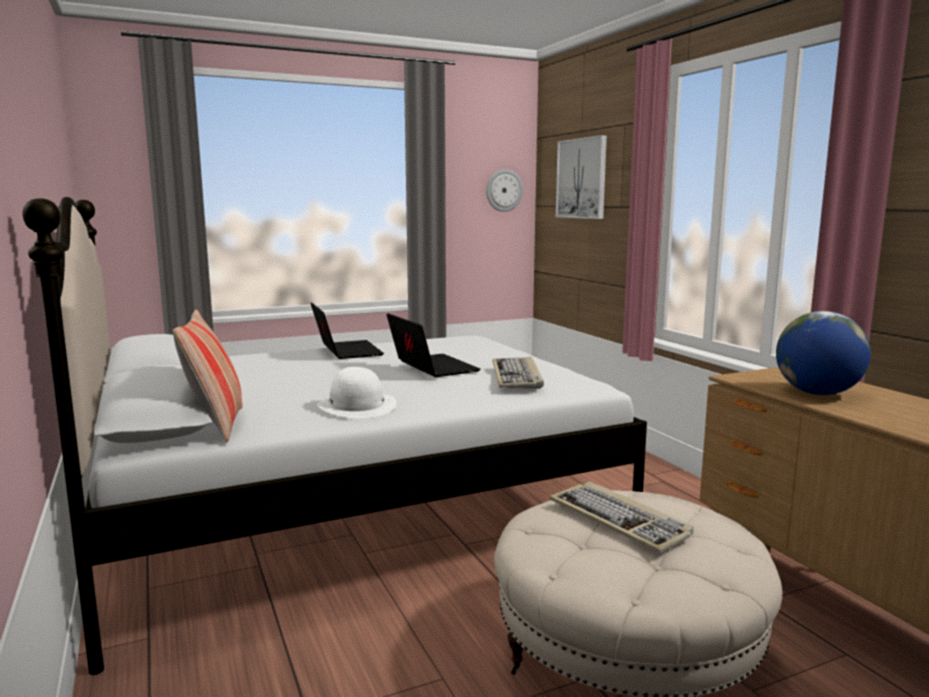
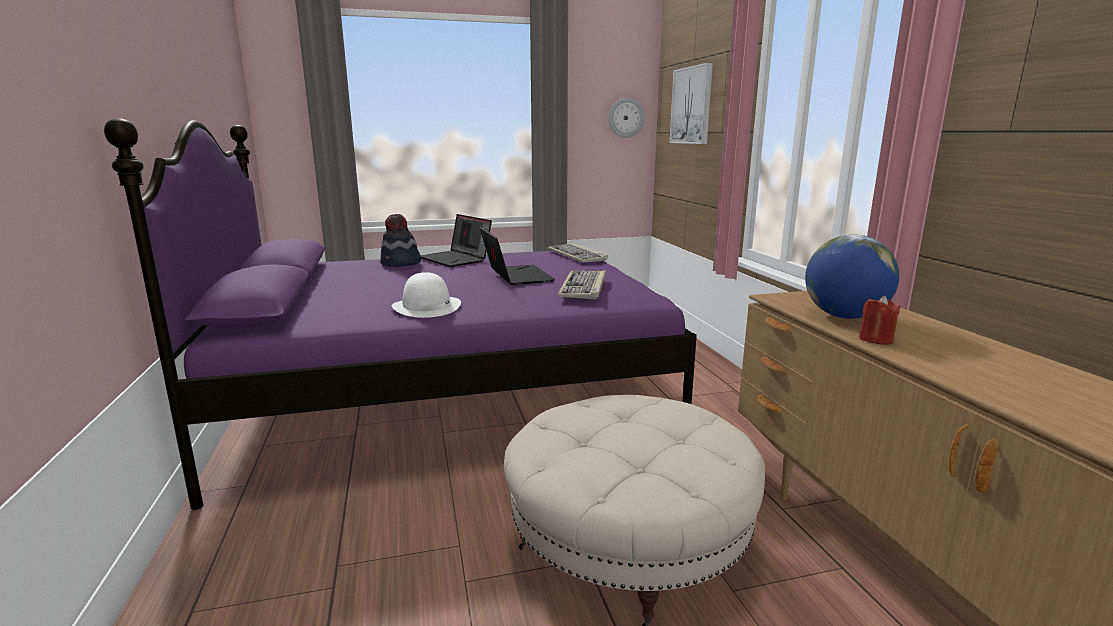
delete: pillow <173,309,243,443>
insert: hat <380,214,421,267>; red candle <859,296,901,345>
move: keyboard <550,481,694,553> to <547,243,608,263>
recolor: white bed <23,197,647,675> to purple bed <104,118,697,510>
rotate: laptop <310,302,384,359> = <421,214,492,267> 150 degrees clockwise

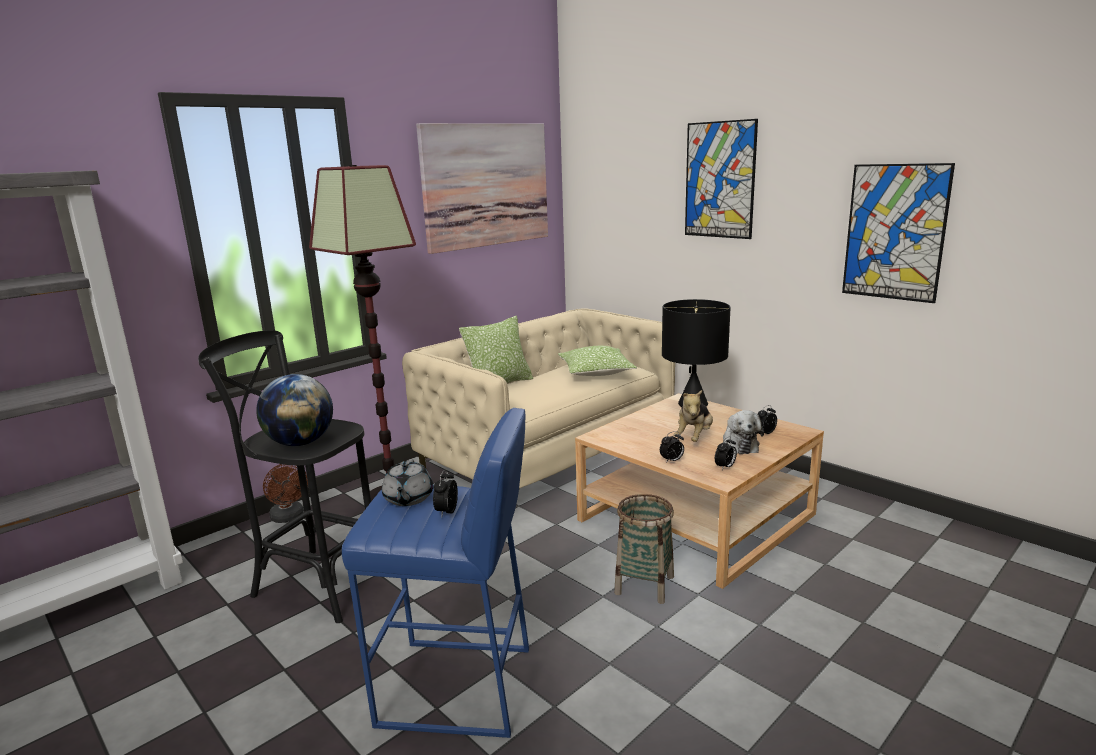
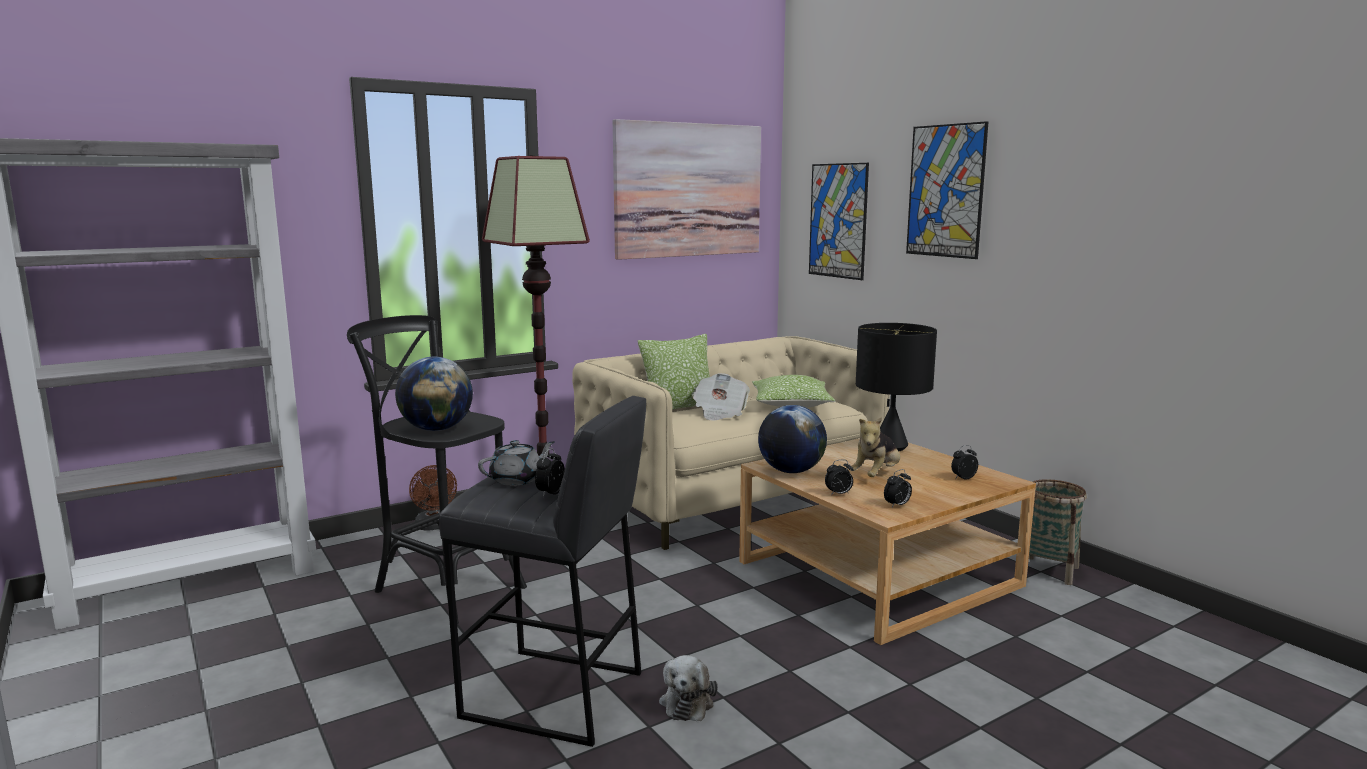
insert: newspaper <692,373,750,421>; globe <758,405,827,473>
move: plush toy <723,410,764,454> to <659,655,718,721>; picture <842,163,955,303> to <809,163,869,280>; basket <614,494,674,604> to <1029,479,1087,585>
recolor: blue stool <342,408,529,738> to grey stool <439,396,646,747>
rotate: grey teapot <382,459,433,506> = <478,440,555,486> 135 degrees counterclockwise

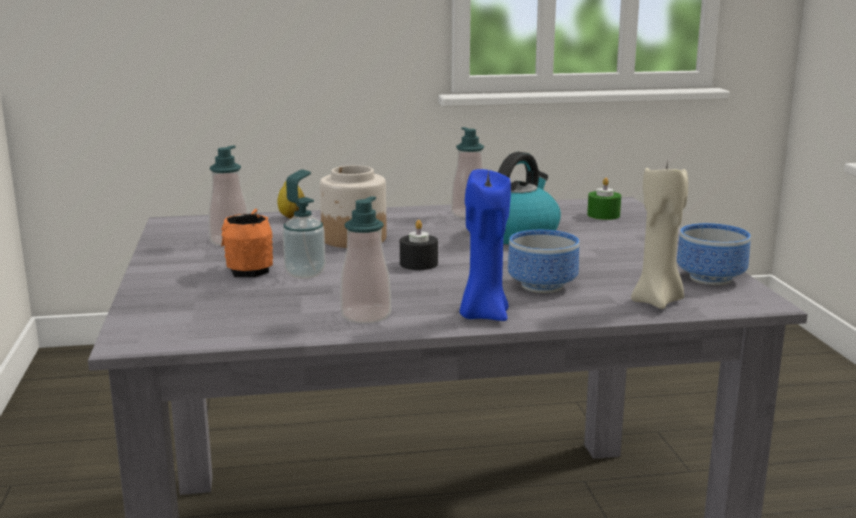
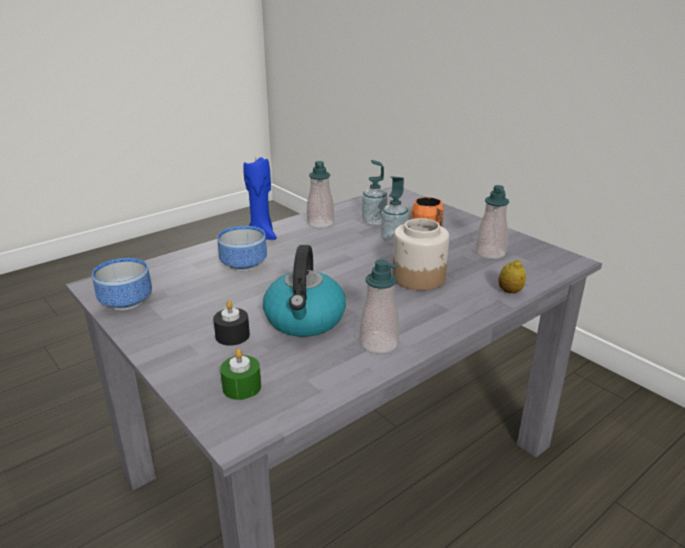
delete: beige candle <631,165,688,309>
insert: soap dispenser <362,160,388,226>
move: black candle <400,220,438,270> to <213,301,250,346>

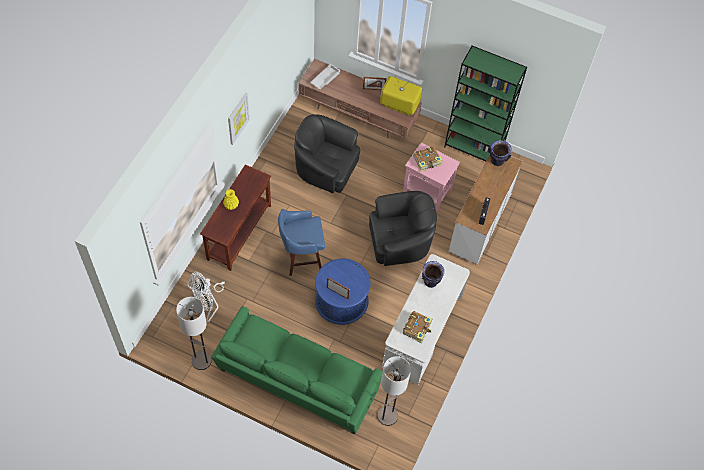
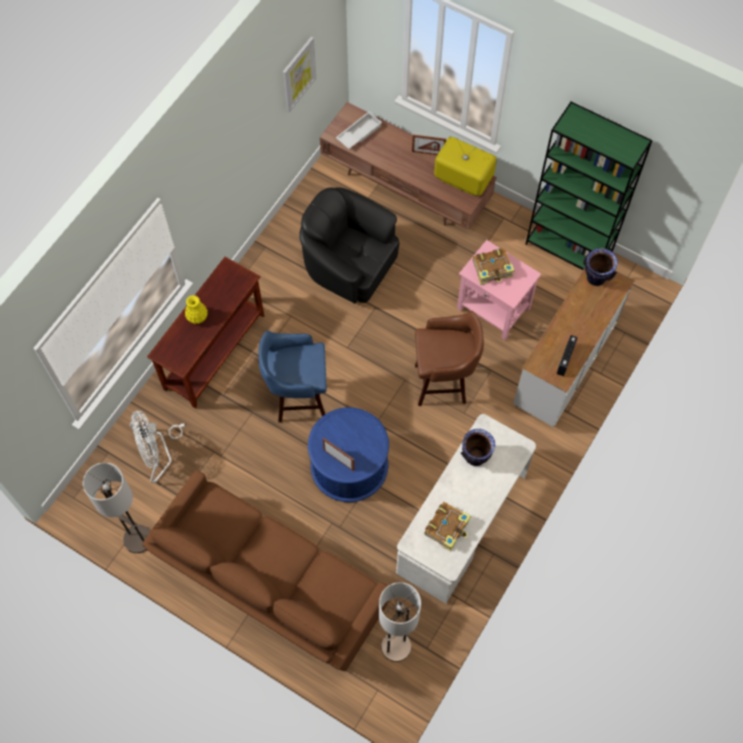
move: picture <228,93,250,145> to <283,37,316,112>
replace: black armchair <369,191,437,266> to brown stool <415,311,484,406>
recolor: green sofa <211,306,383,434> to brown sofa <142,470,389,671>

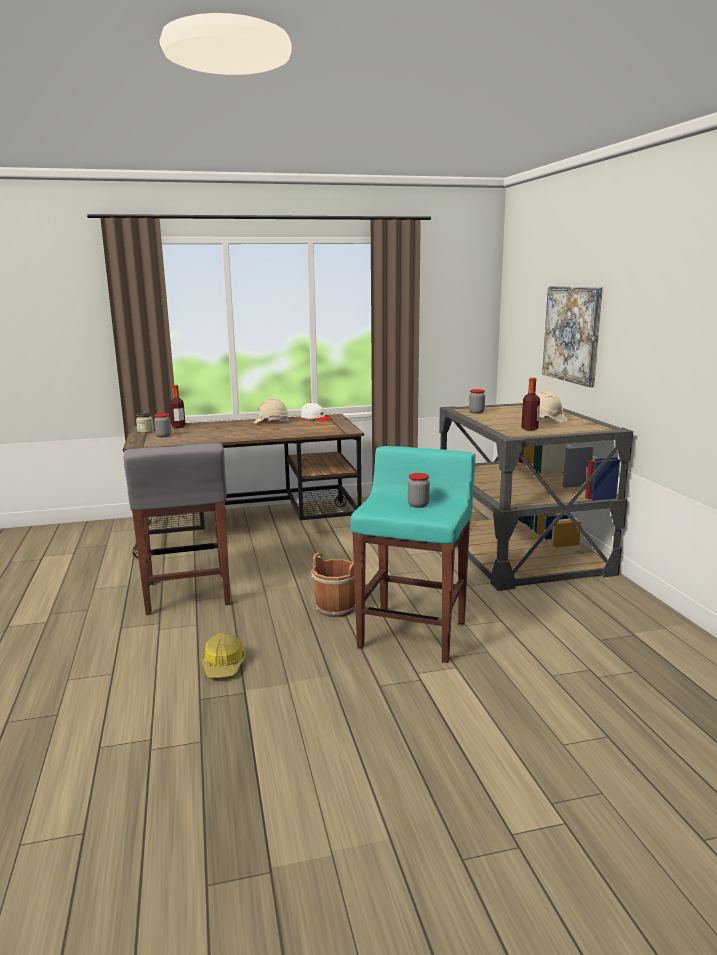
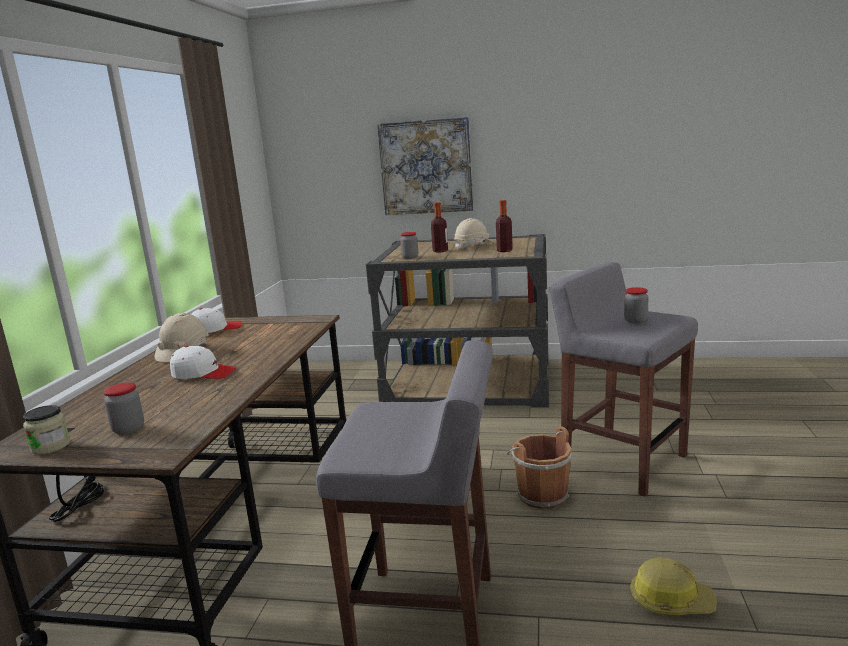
insert: white cap <170,346,236,379>
move: bottle <170,385,186,428> to <431,202,448,252>
recolor: turquoise stool <351,446,476,663> to grey stool <549,262,698,496>

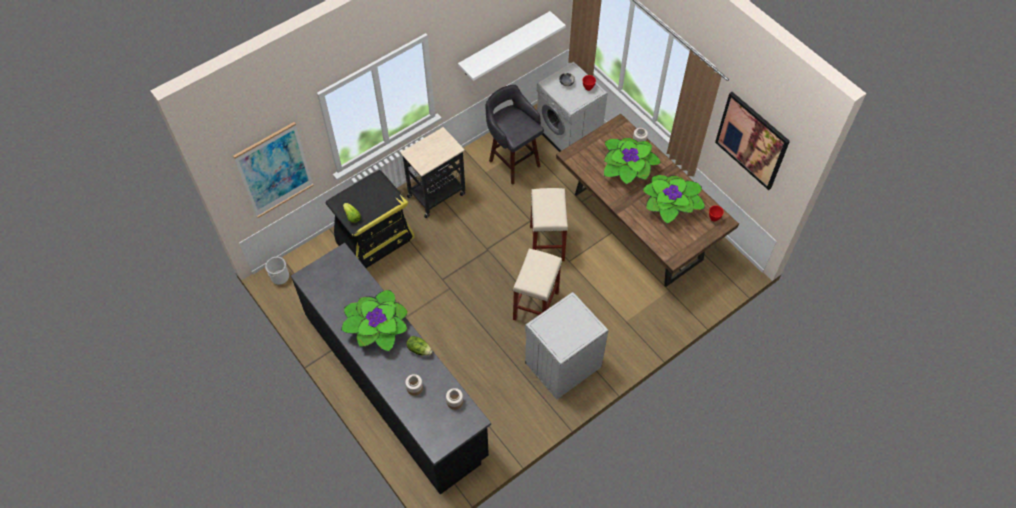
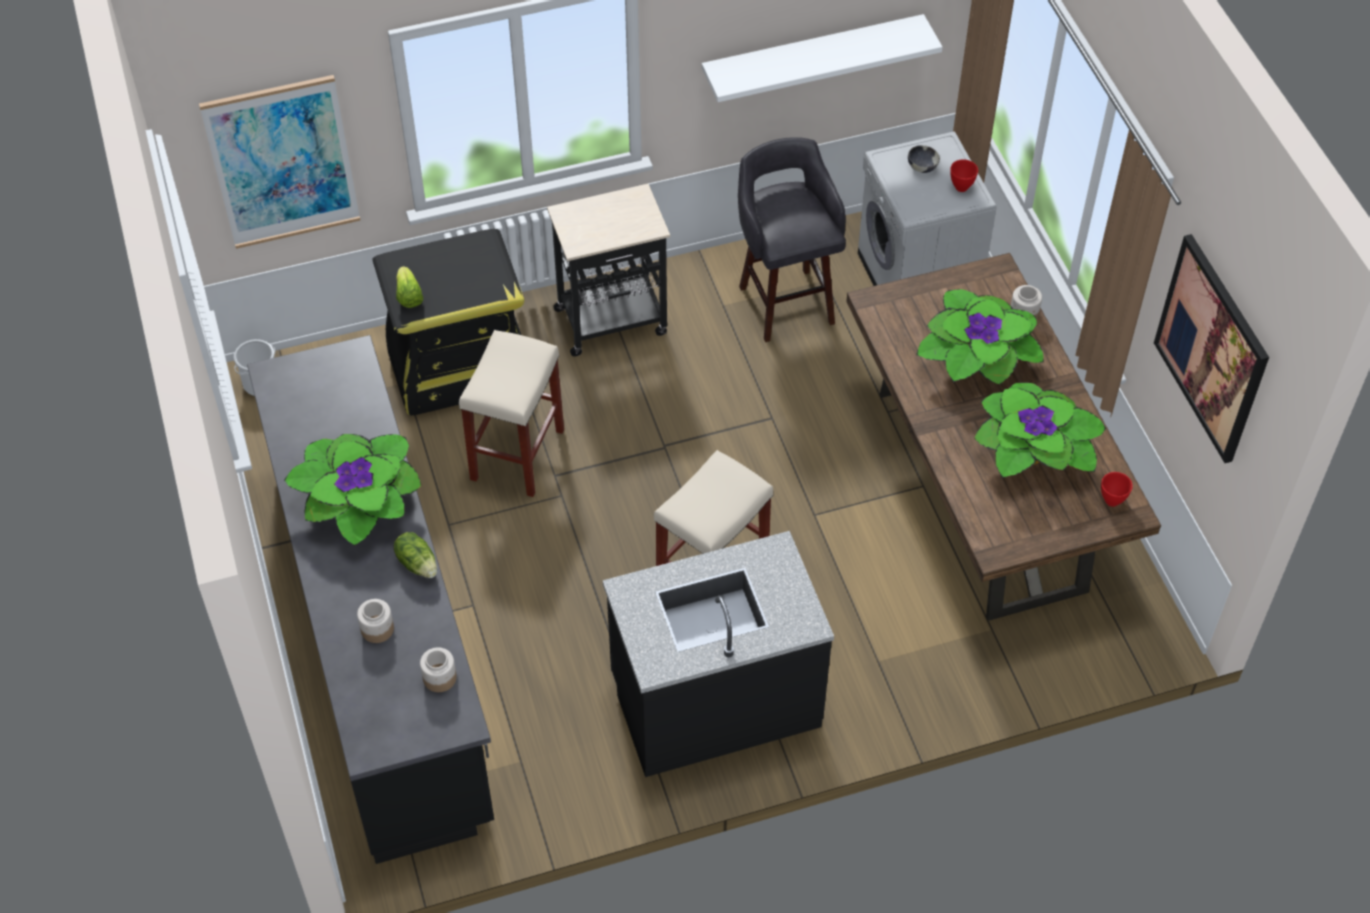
move: beige stool <530,188,568,261> to <459,330,564,497>
replace: white washing machine <525,292,608,399> to black counter <603,531,834,777>

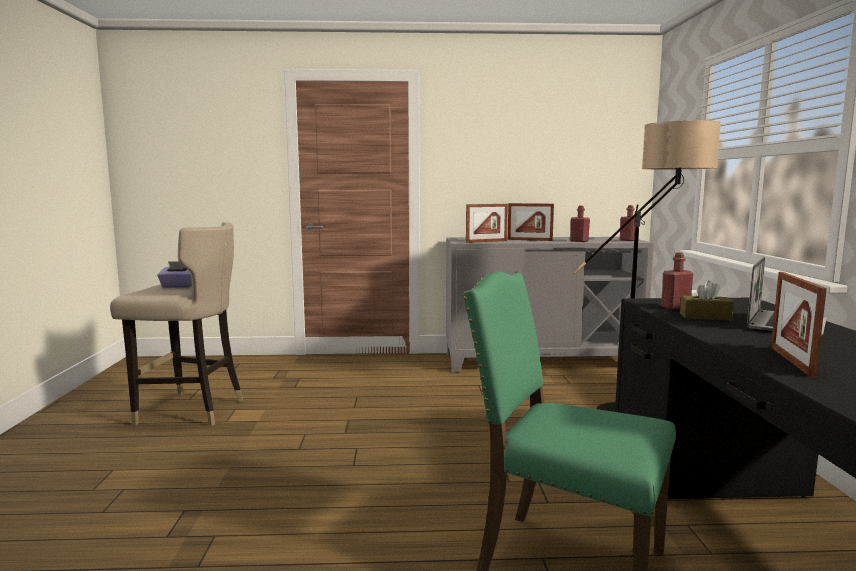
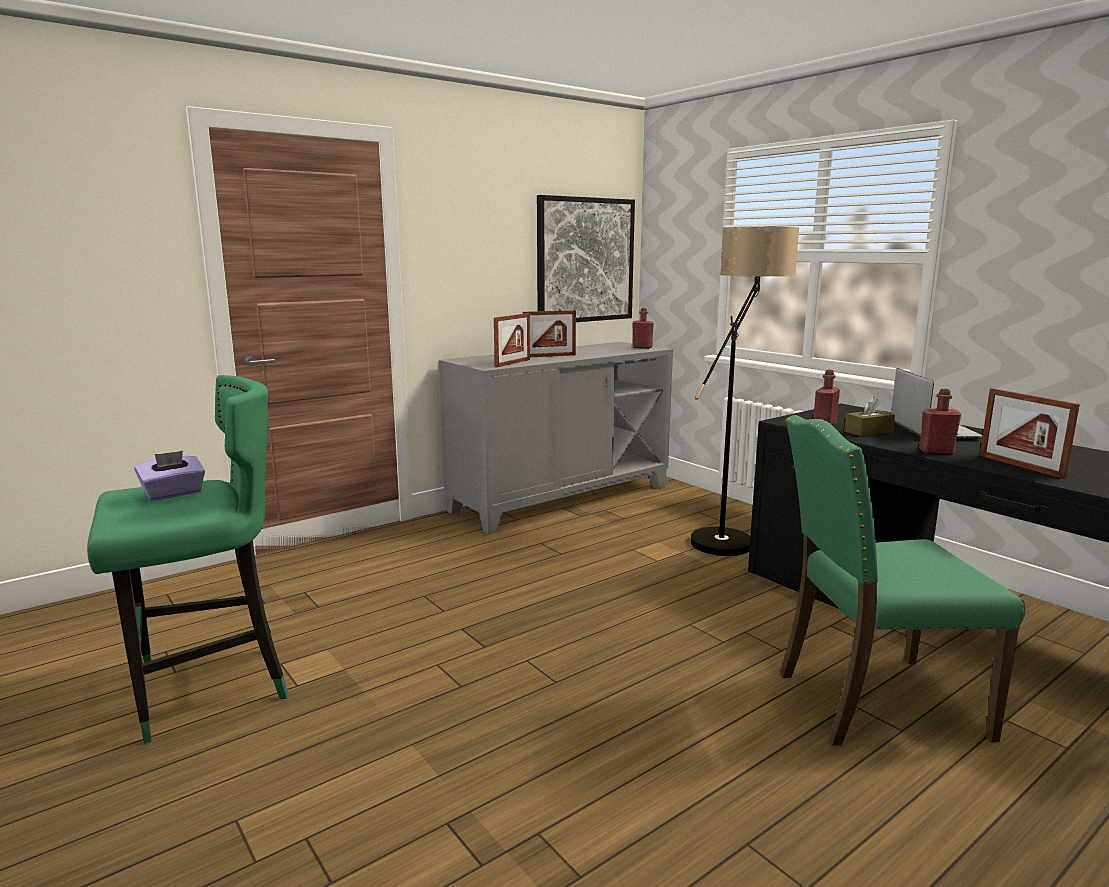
insert: picture <537,195,635,322>
move: red bottle <570,206,590,242> to <919,388,961,455>
recolor: beige stool <110,222,243,426> to green stool <87,375,288,744>

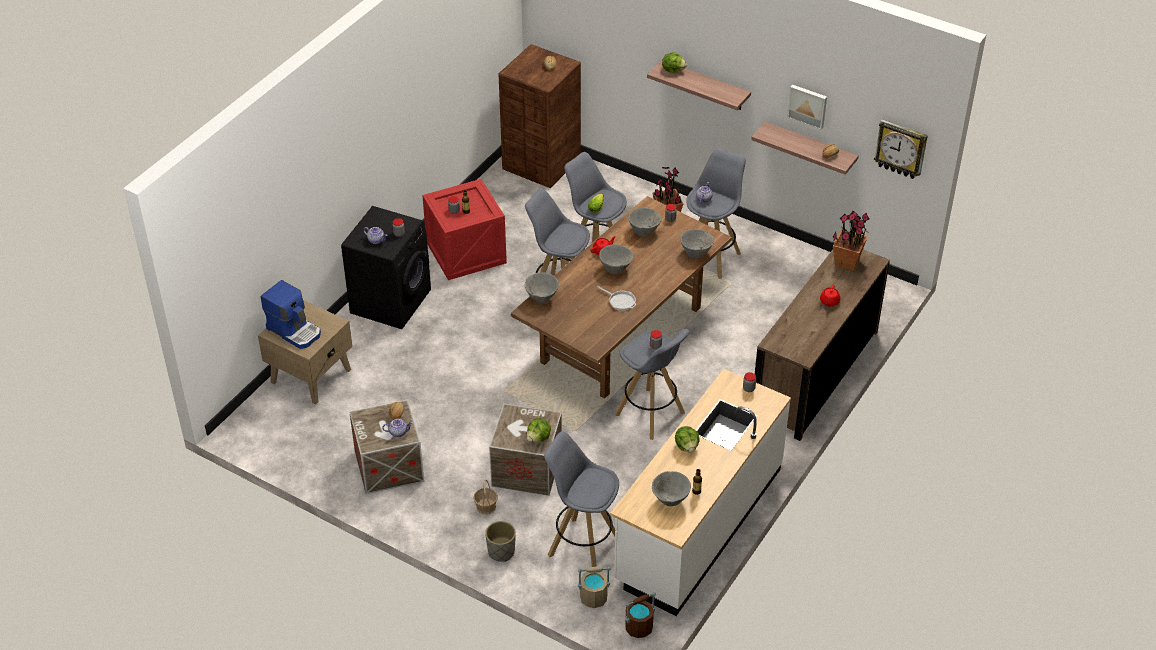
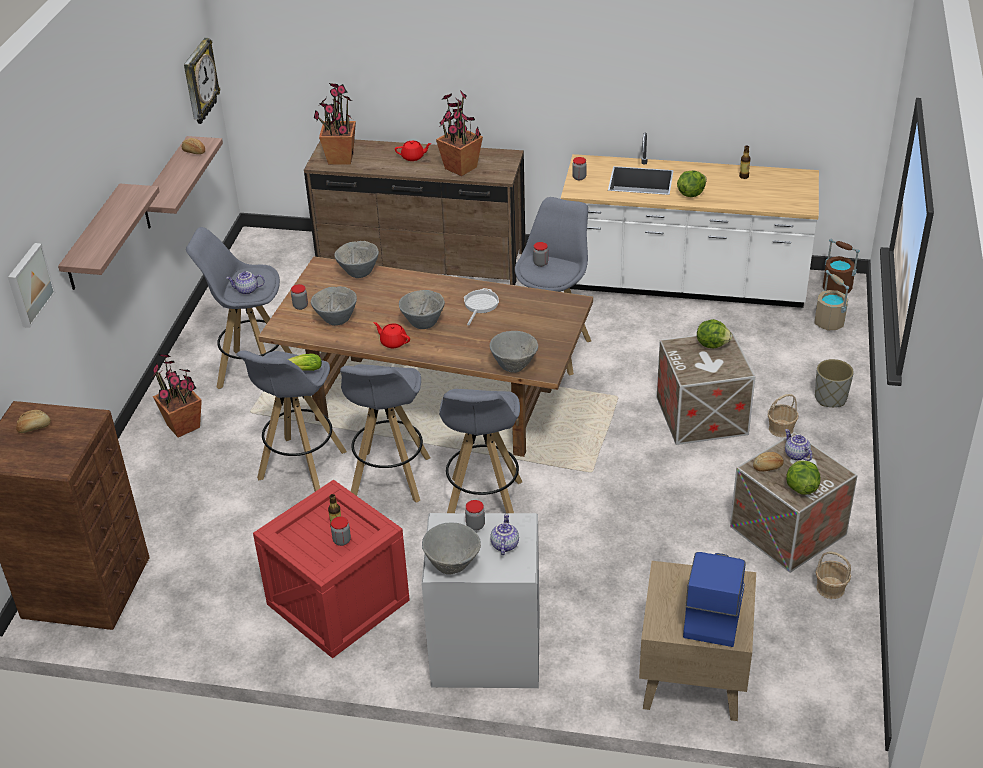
insert: potted plant <436,90,483,176>; basket <815,552,851,599>
move: picture <787,85,827,130> to <8,243,55,328>; grey bowl <652,471,691,506> to <422,523,481,575>; grey stool <544,431,619,567> to <439,389,522,513>; lettuce <662,52,687,73> to <787,460,821,495>
recolor: black washing machine <341,206,431,329> to white washing machine <422,513,540,688>

